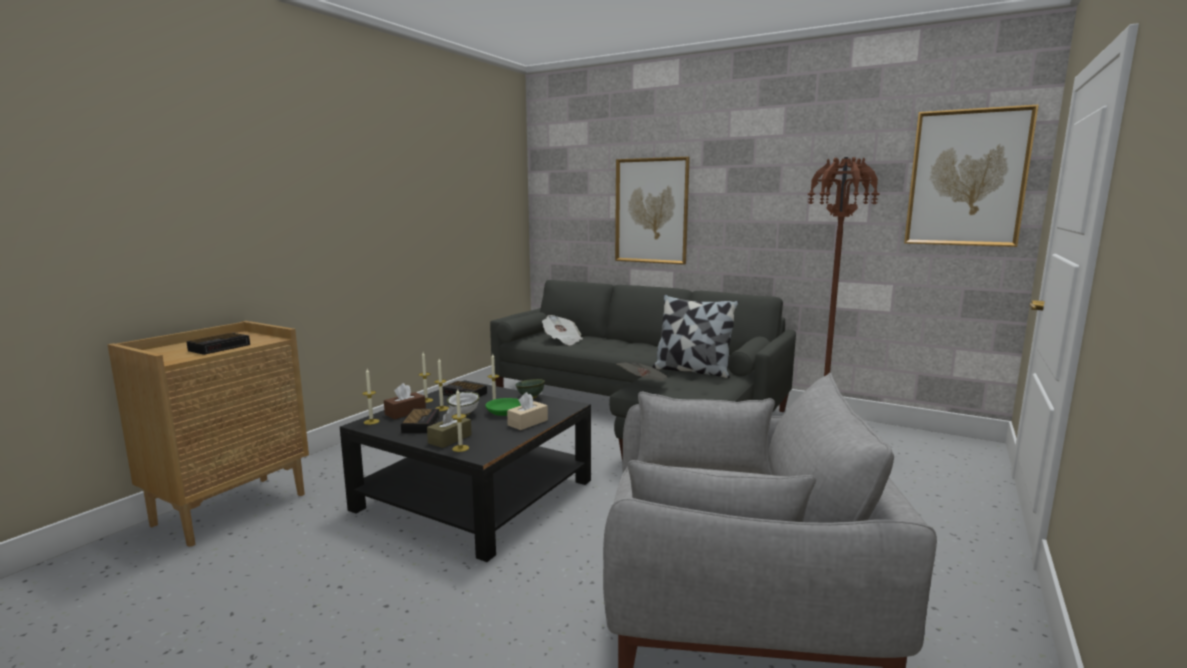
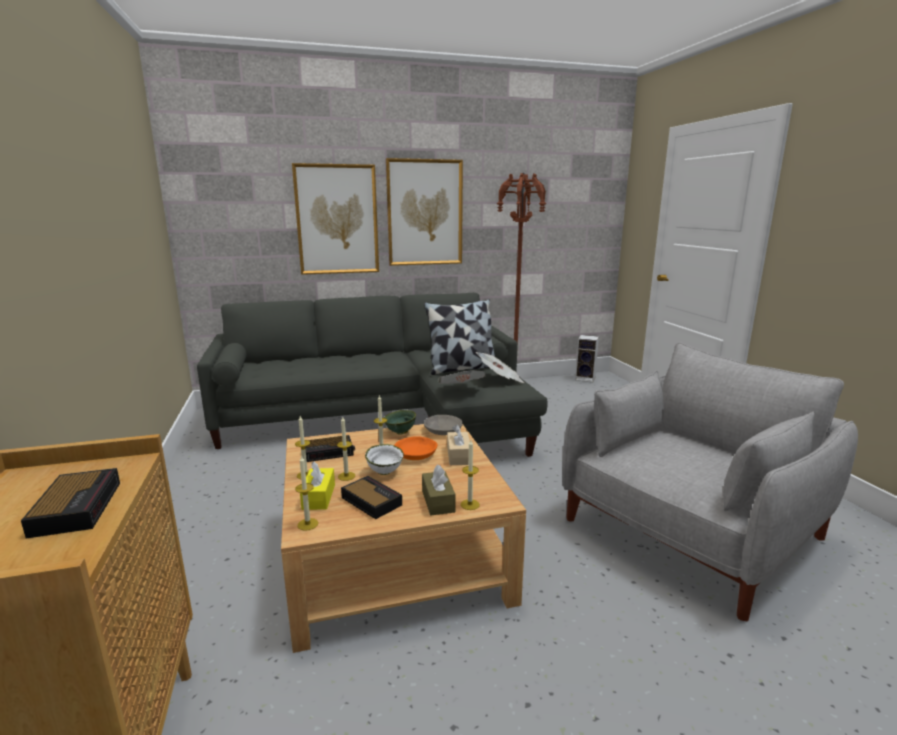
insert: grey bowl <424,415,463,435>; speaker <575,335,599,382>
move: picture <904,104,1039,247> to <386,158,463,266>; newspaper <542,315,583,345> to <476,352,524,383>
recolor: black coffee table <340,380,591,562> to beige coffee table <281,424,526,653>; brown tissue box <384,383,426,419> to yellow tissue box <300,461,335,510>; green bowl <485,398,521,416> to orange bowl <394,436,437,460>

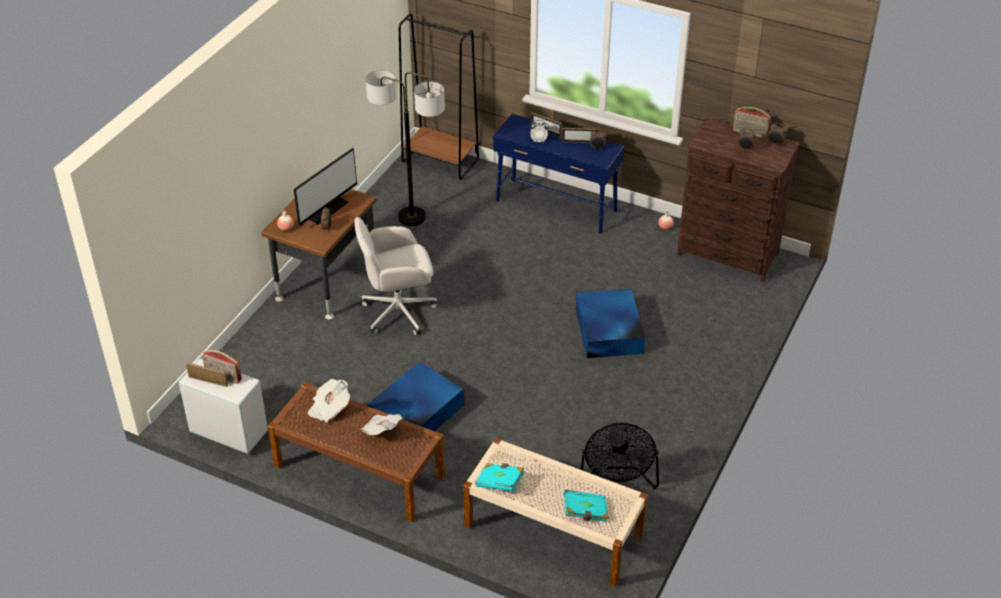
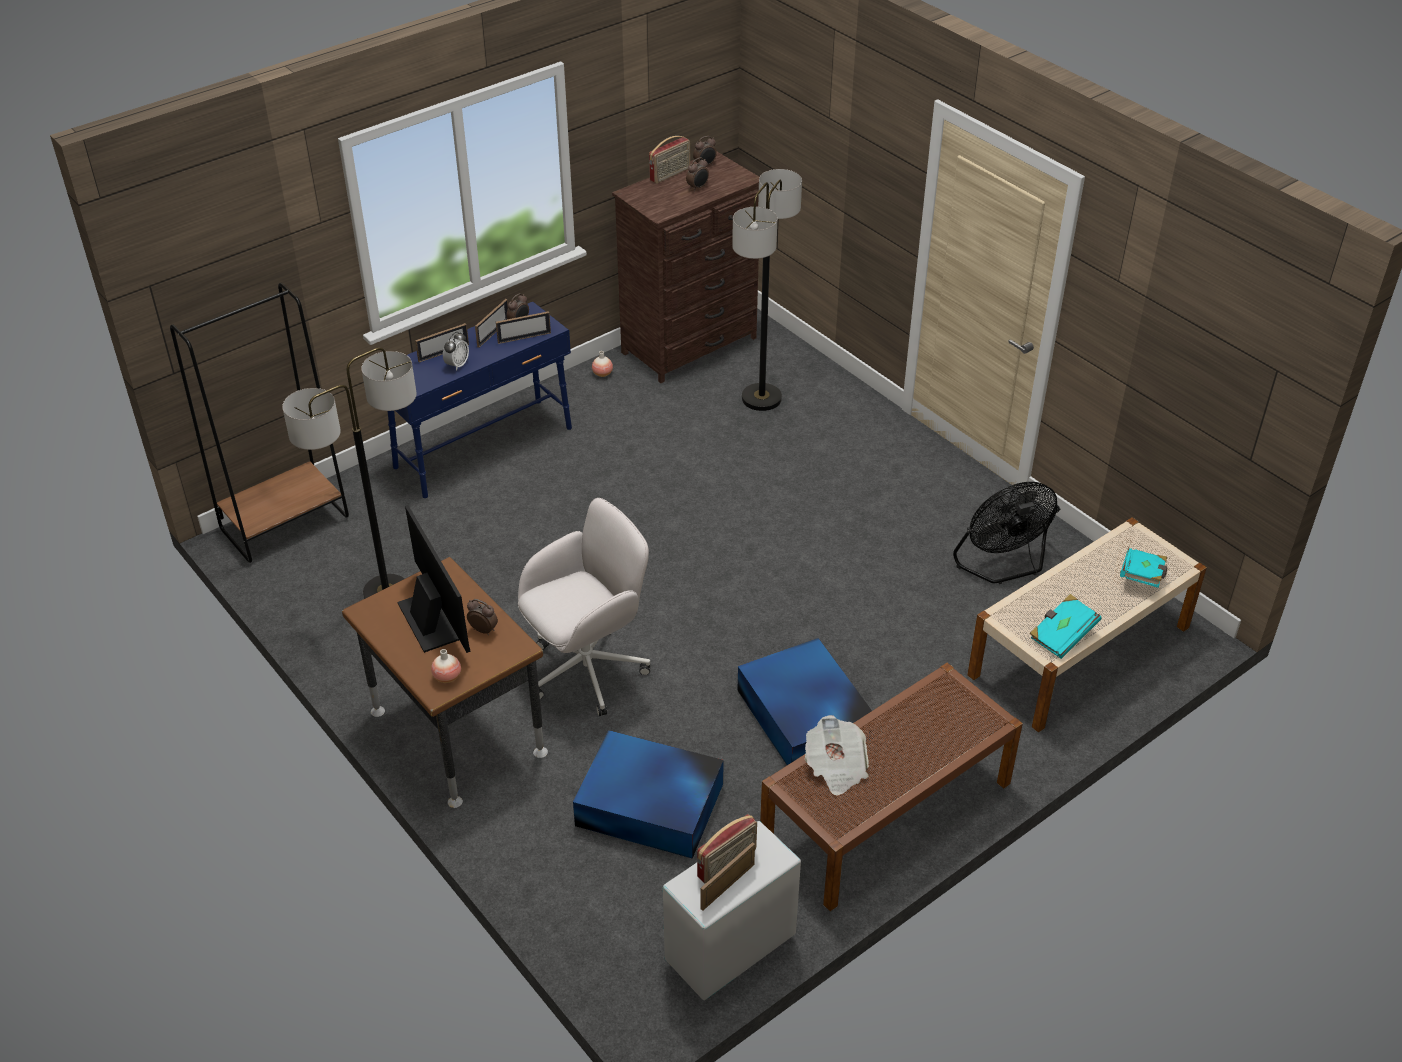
delete: newspaper <361,414,402,435>
insert: picture frame <496,311,551,344>; floor lamp <732,169,802,411>
move: blue storage box <576,289,645,358> to <573,730,724,859>
rotate: white office chair <355,217,437,336> = <518,498,650,716> 135 degrees counterclockwise; black fan <581,422,659,490> = <953,482,1060,600> 135 degrees counterclockwise

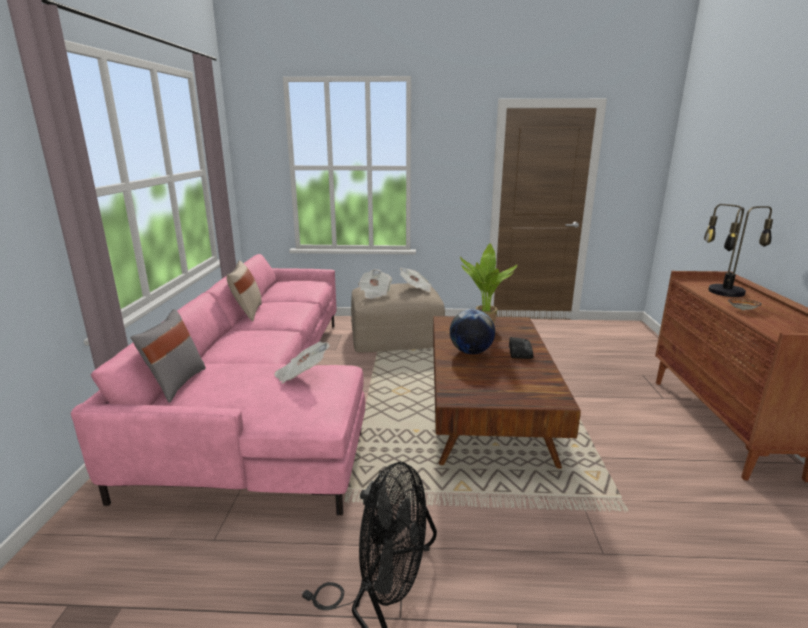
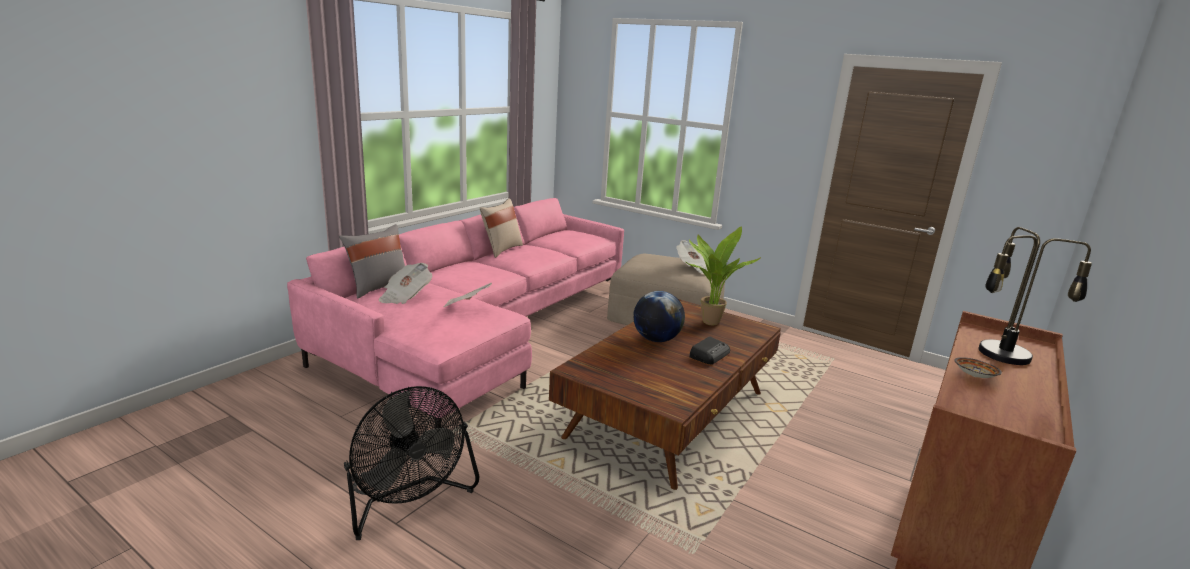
move: newspaper <358,270,392,299> to <379,263,432,304>

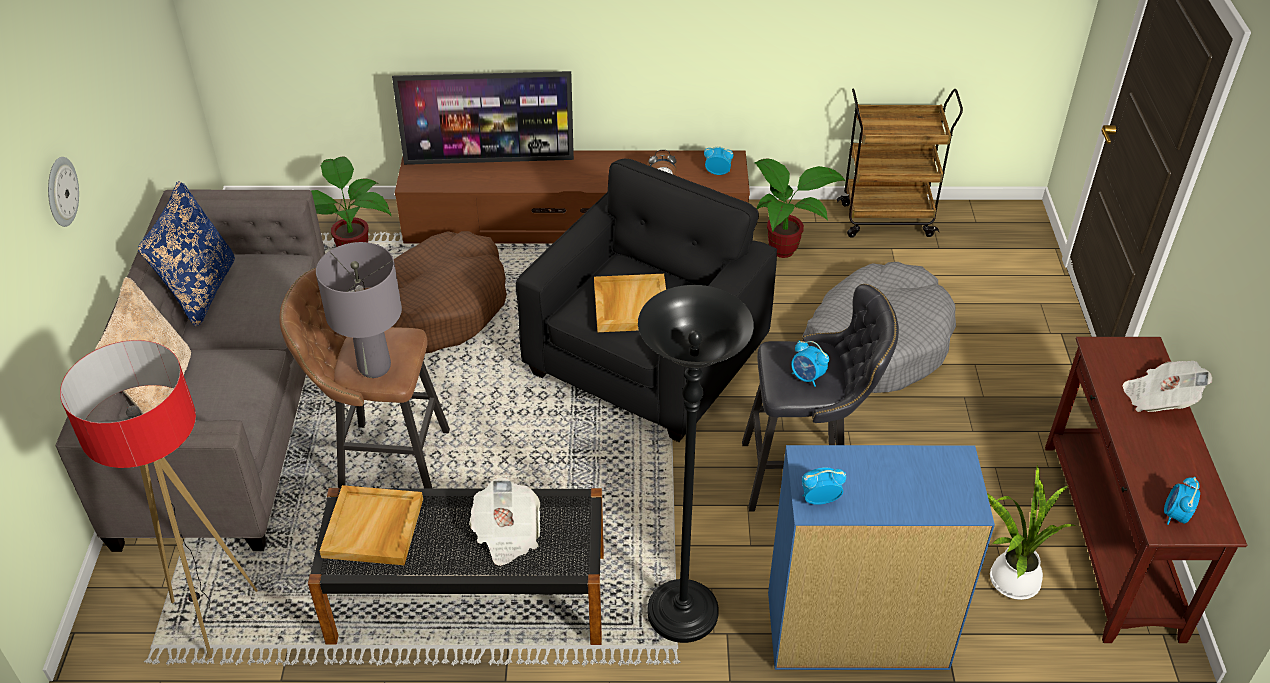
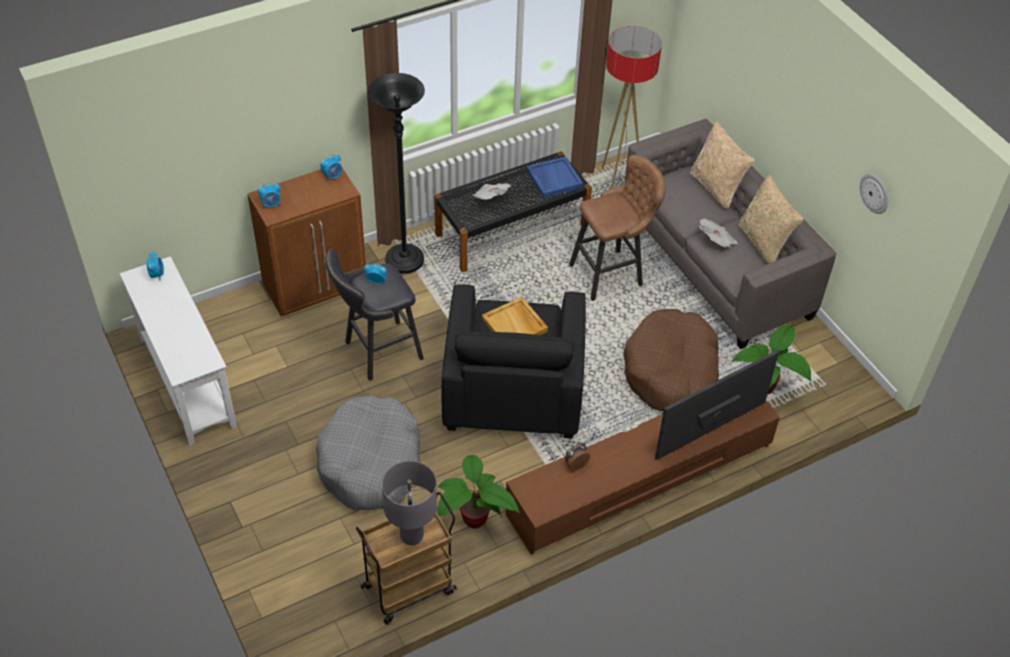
delete: potted plant <987,464,1075,600>
move: alarm clock <704,146,733,175> to <258,182,281,209>; grey table lamp <316,242,402,378> to <382,461,437,545>; newspaper <1122,361,1212,412> to <699,219,738,247>; wall clock <48,157,79,227> to <860,174,889,214>
recolor: brown console table <1045,337,1247,643> to white console table <119,256,237,446>; blue cabinet <768,445,995,670> to brown cabinet <247,168,366,317>; beige tray <320,485,423,565> to blue tray <527,156,583,198>; blue pillow <138,181,235,327> to beige pillow <739,175,803,264>

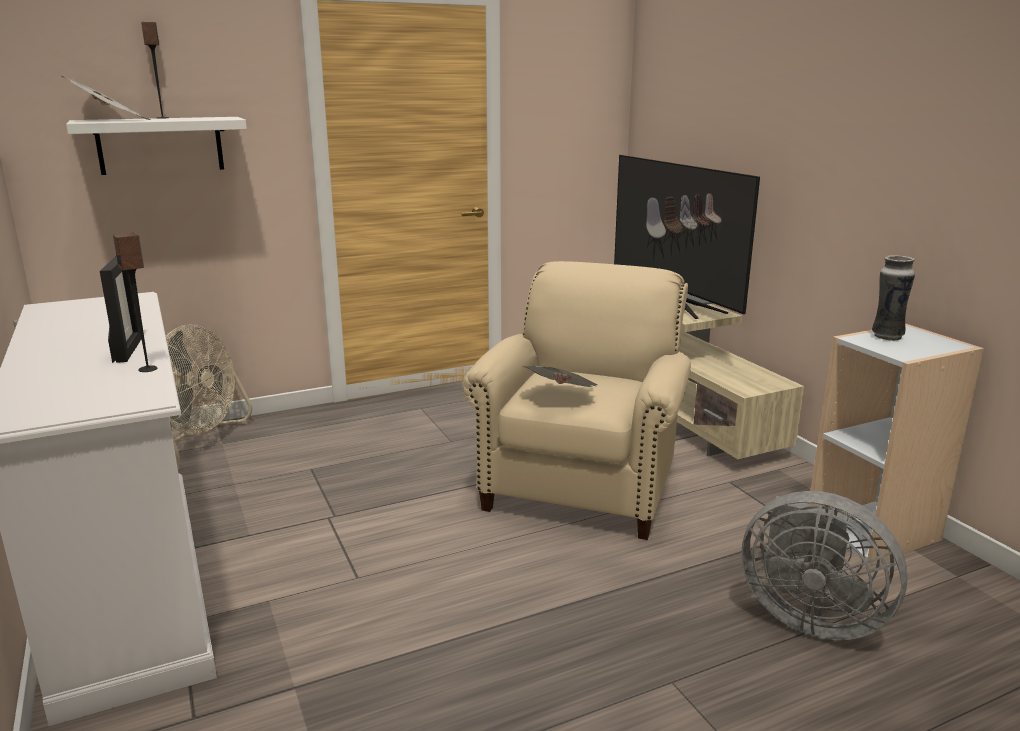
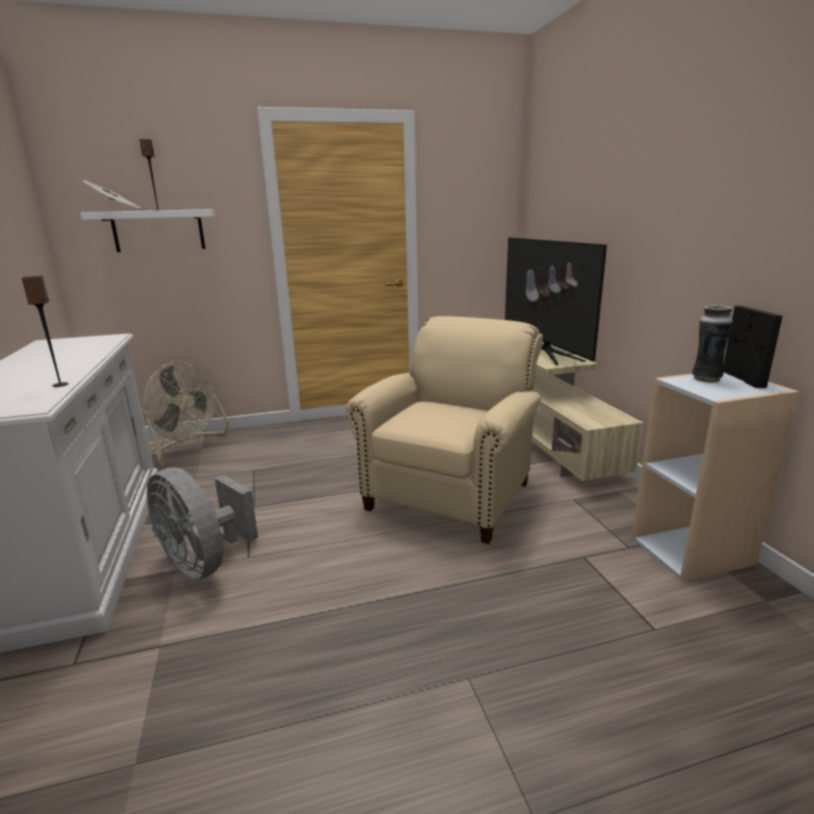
delete: newspaper <522,366,597,387>
move: grey fan <742,491,908,640> to <147,467,258,580>; picture frame <100,256,141,363> to <723,306,783,388>

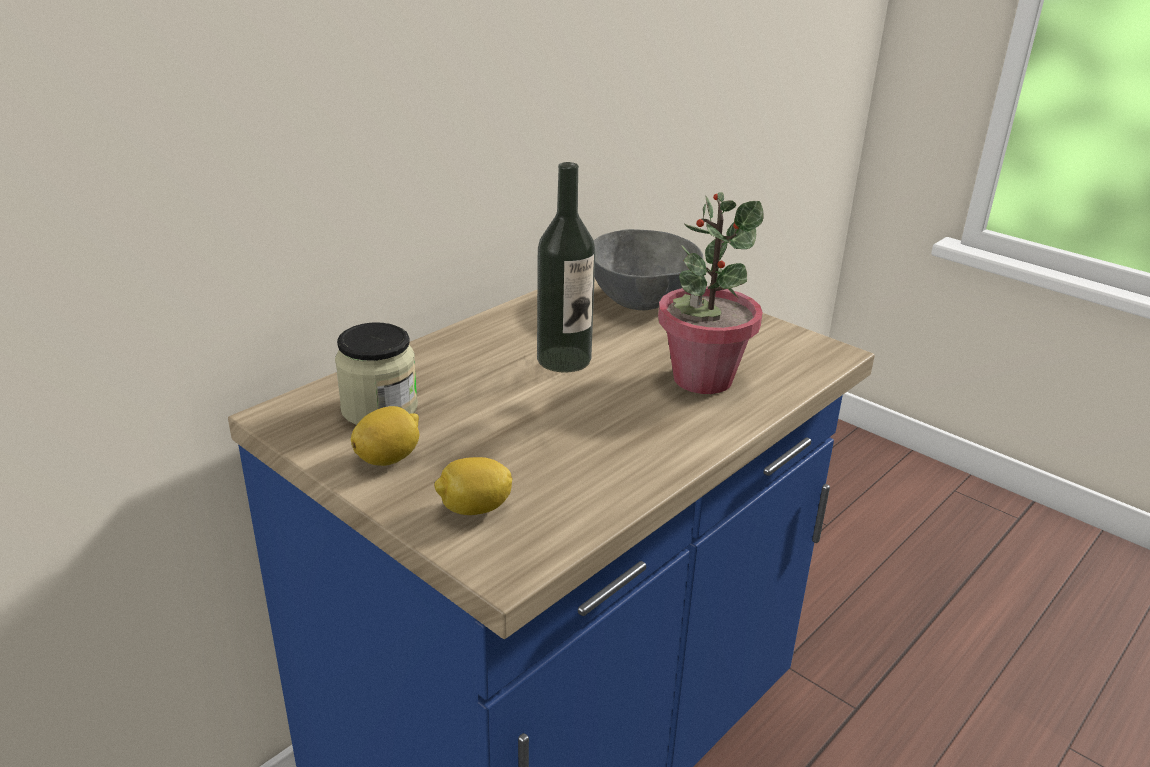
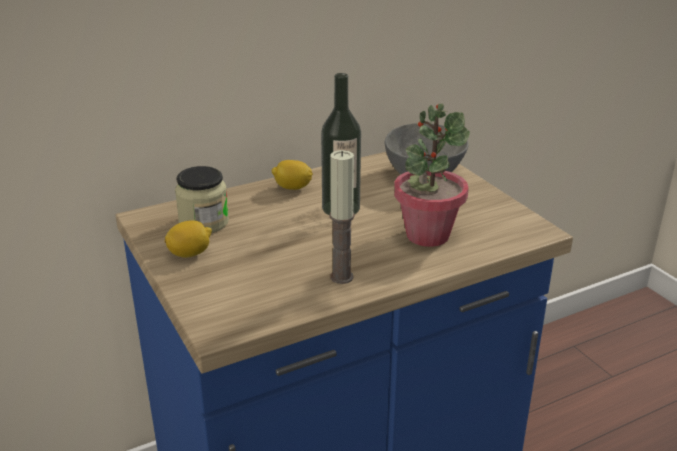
insert: candle <329,150,355,284>
move: lemon <434,457,513,515> to <272,160,313,190>

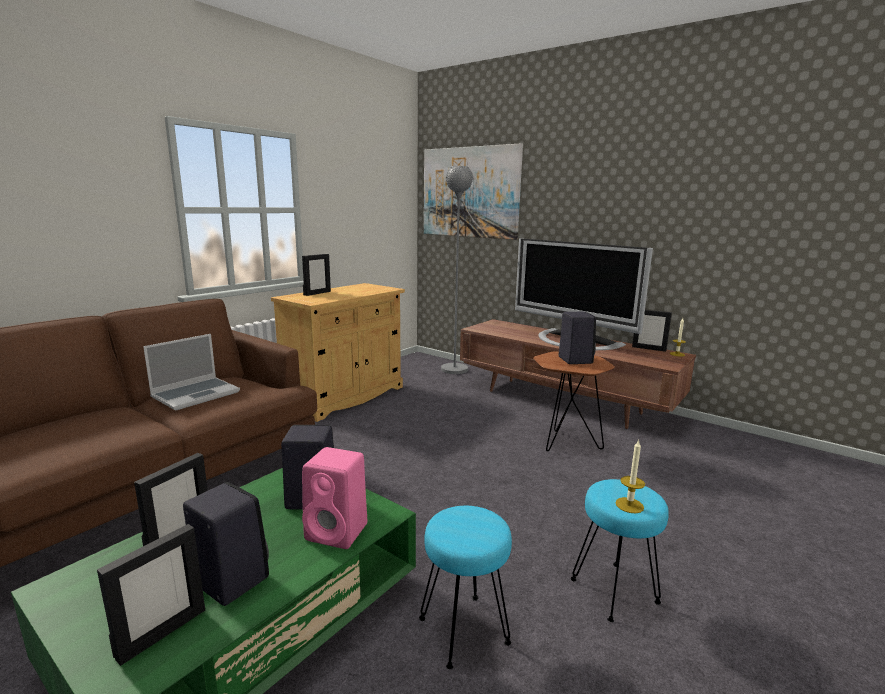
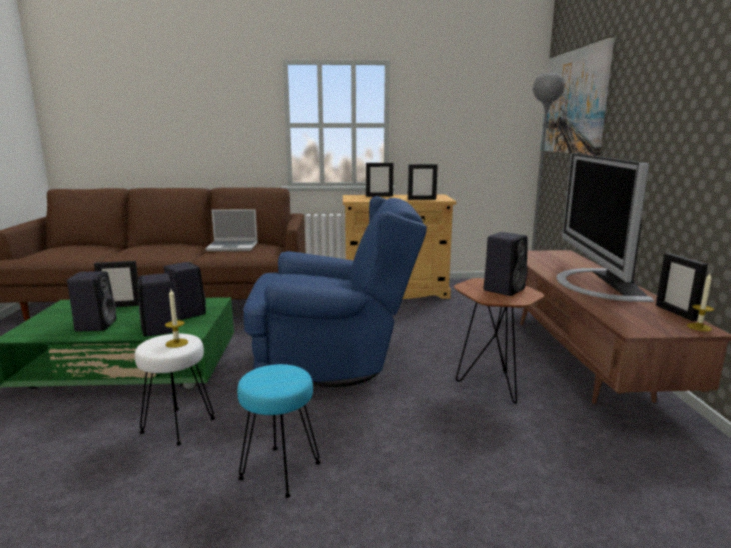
insert: blue armchair <243,196,427,387>
move: candle <616,439,645,513> to <165,289,188,348>; picture frame <97,524,205,666> to <408,164,438,200>
recolor: turquoise stool <419,506,512,669> to white stool <135,334,215,446>; pink speaker <302,447,367,549> to black speaker <138,273,173,337>

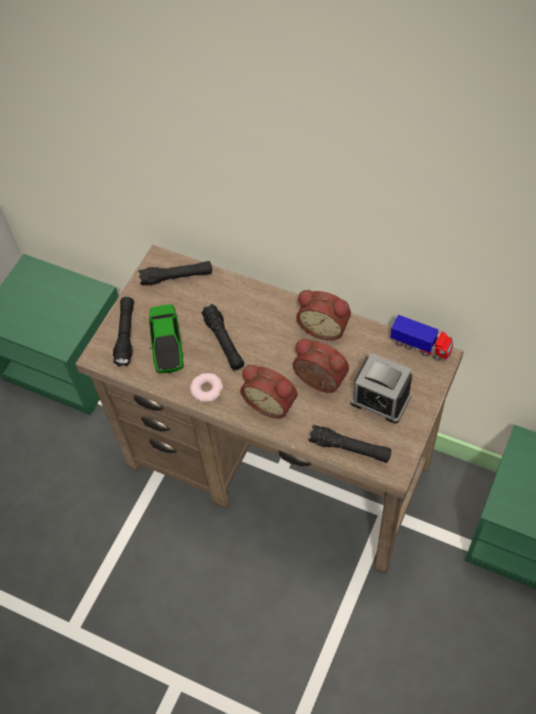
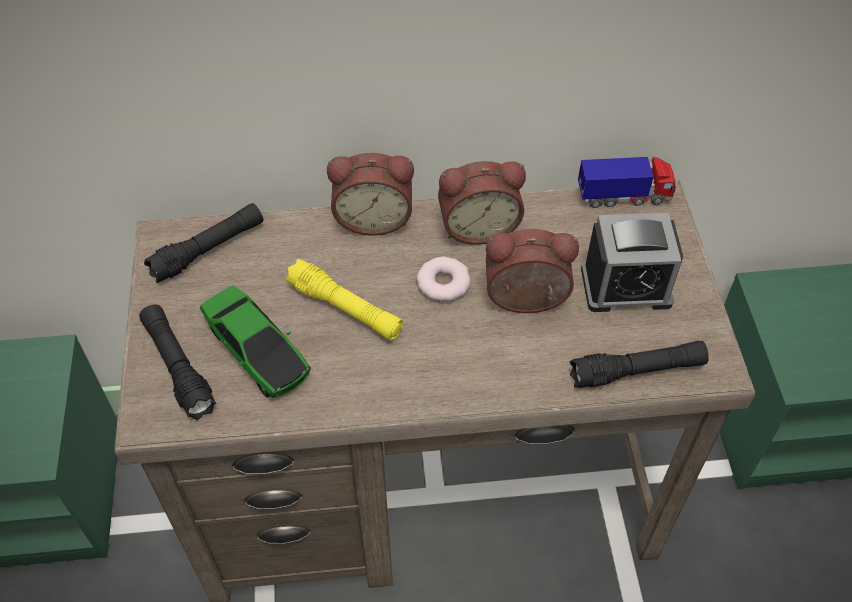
move: alarm clock <240,365,297,419> to <327,153,414,235>; donut <190,373,223,402> to <417,257,471,301>
recolor: black flashlight <201,304,244,371> to yellow flashlight <285,259,403,341>

